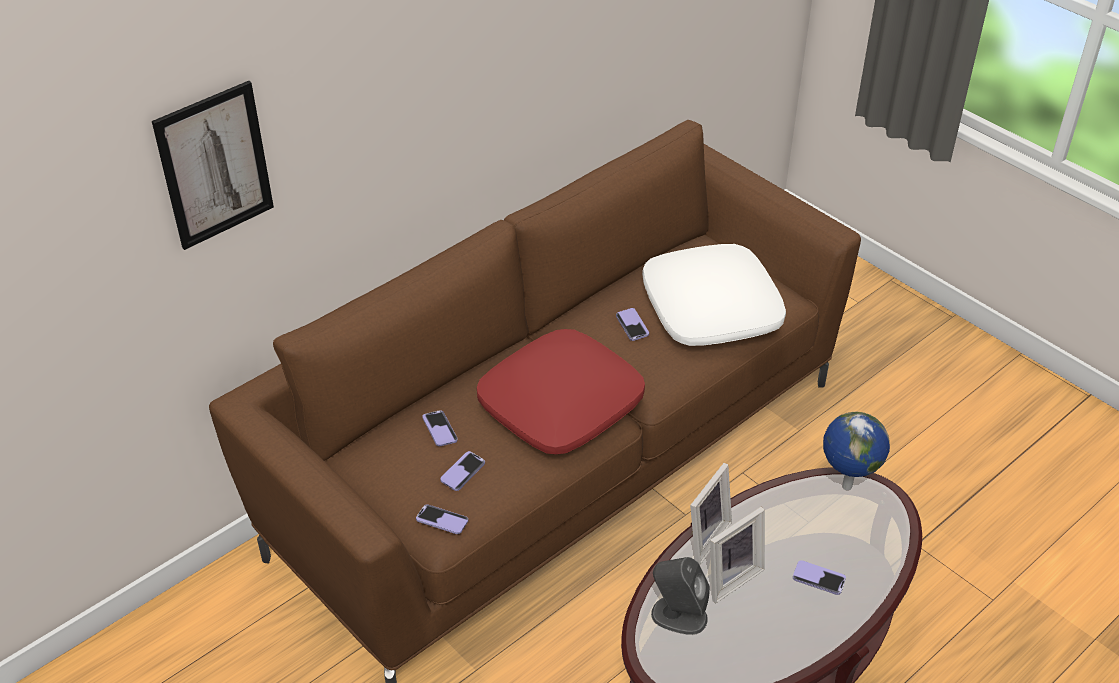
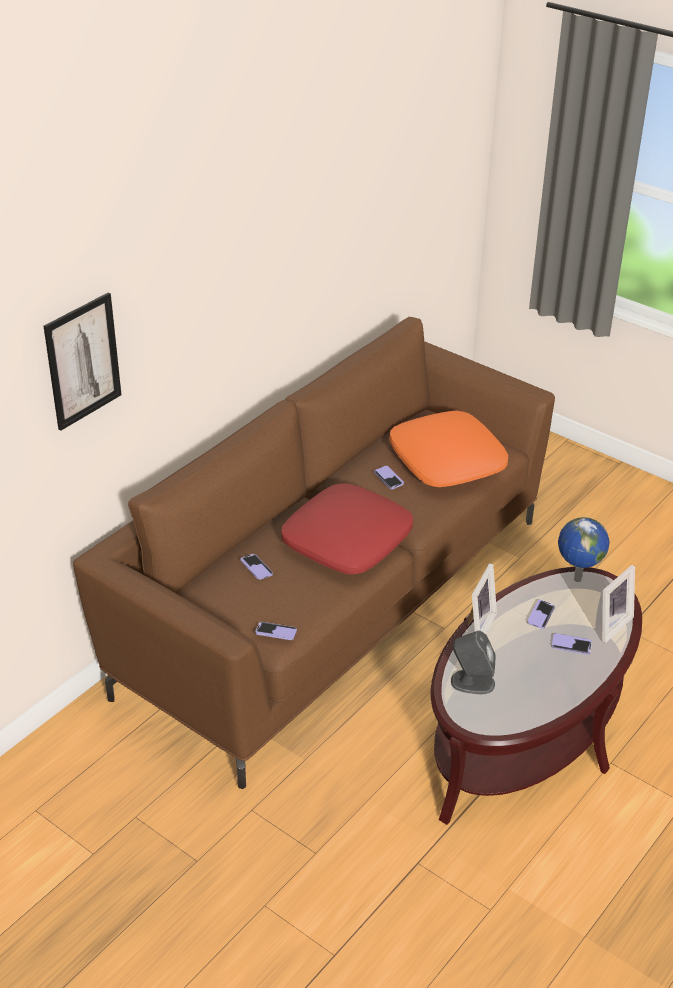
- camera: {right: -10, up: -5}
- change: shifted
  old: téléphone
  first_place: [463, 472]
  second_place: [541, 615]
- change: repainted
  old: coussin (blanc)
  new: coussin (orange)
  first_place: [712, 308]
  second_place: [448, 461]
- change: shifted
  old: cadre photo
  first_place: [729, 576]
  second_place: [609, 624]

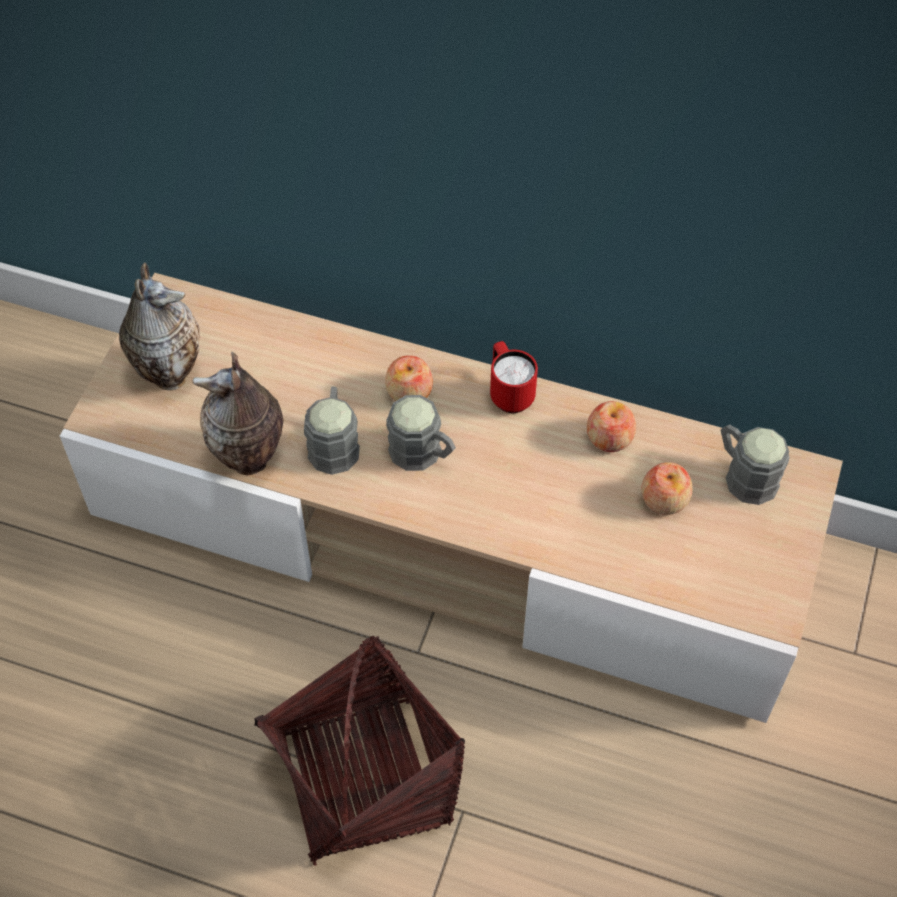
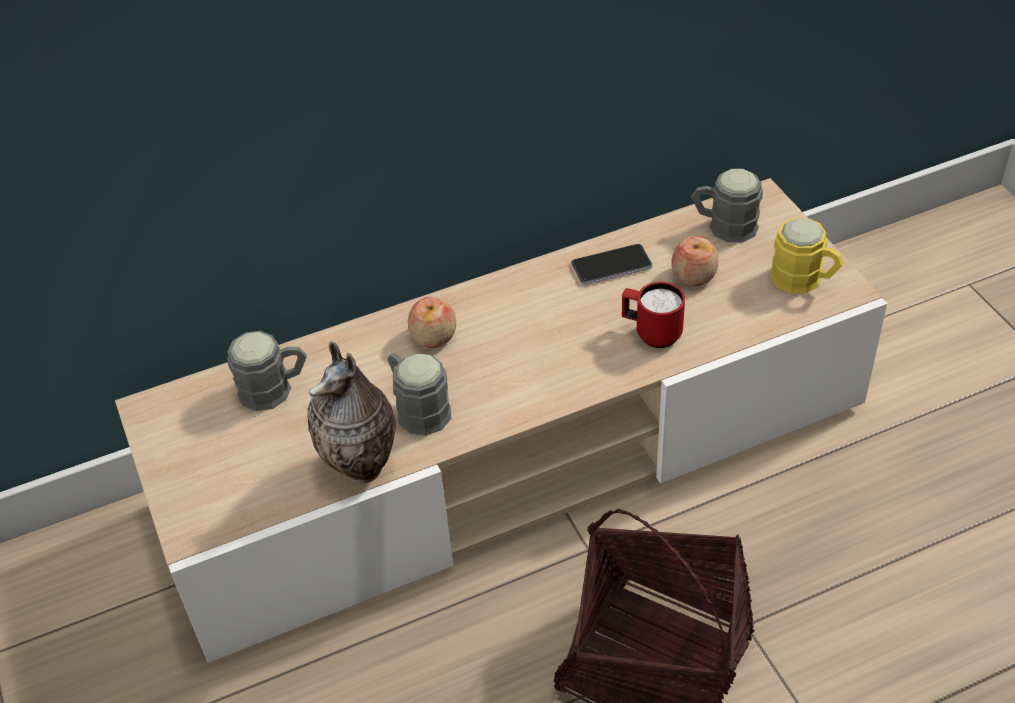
- camera: {right: -40, up: -10}
- change: gone
  old: vase
  first_place: [169, 372]
- change: shifted
  old: mug (gris)
  first_place: [423, 454]
  second_place: [275, 389]
- change: shifted
  old: mug (rouge)
  first_place: [509, 393]
  second_place: [651, 333]
- change: swapped
  old: pomme
  new: téléphone
  first_place: [609, 438]
  second_place: [611, 265]
- change: new
  new: mug (jaune)
  second_place: [804, 280]

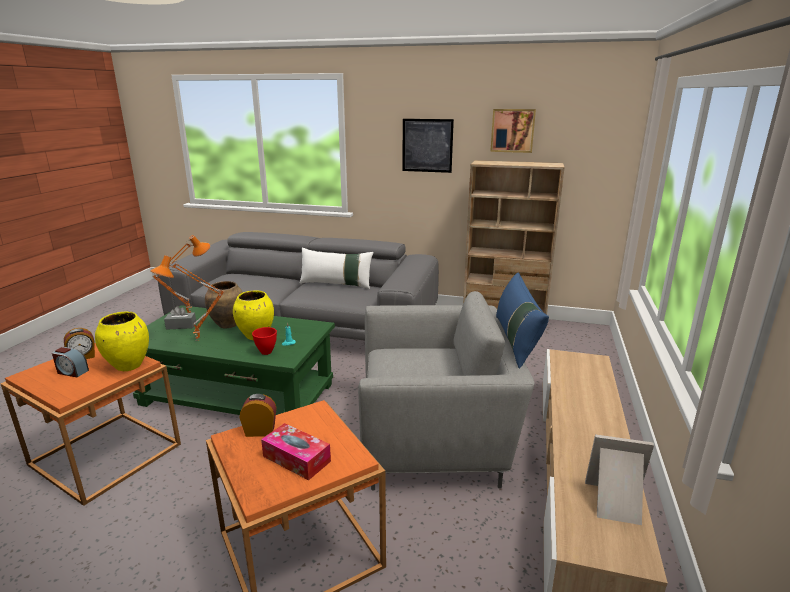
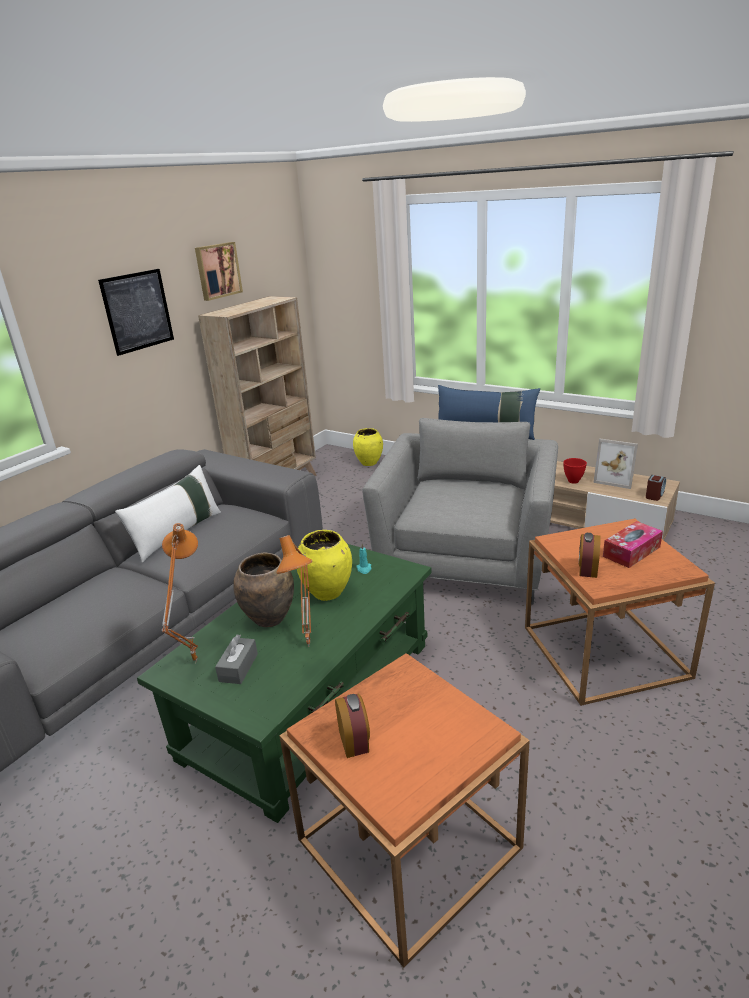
- camera: {right: -70, up: 5}
- change: shifted
  old: réveil
  first_place: [72, 372]
  second_place: [654, 495]
- change: shifted
  old: vase (jaune)
  first_place: [129, 366]
  second_place: [369, 463]
- change: shifted
  old: bol (rouge)
  first_place: [266, 352]
  second_place: [574, 481]
- change: rotated
  old: cadre photo
  first_place: [615, 503]
  second_place: [616, 479]
  degrees: -90

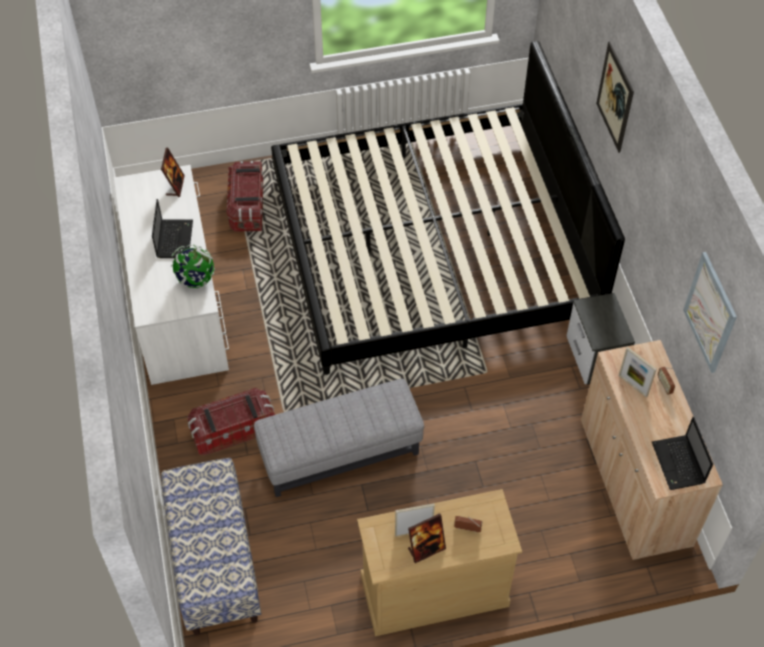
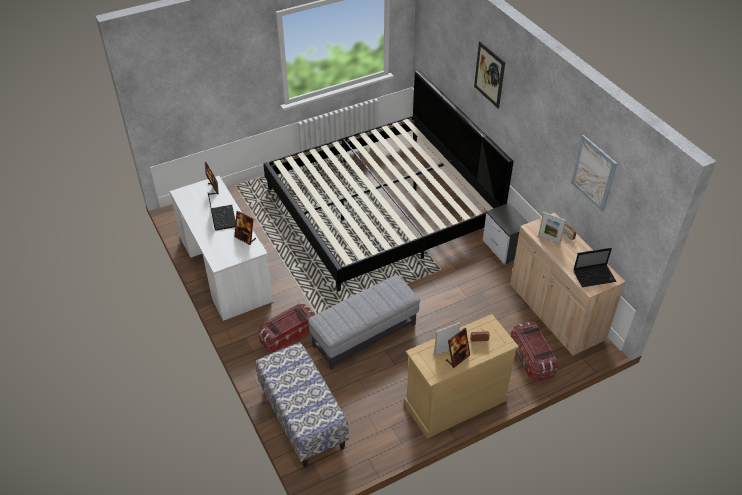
- camera: {right: -15, up: -10}
- change: swapped
  old: globe
  new: cadre photo
  first_place: [195, 280]
  second_place: [245, 238]
- change: shifted
  old: boîte de rangement
  first_place: [247, 207]
  second_place: [531, 359]
- change: rotated
  old: ordinateur portable
  first_place: [679, 464]
  second_place: [595, 276]
  degrees: -75

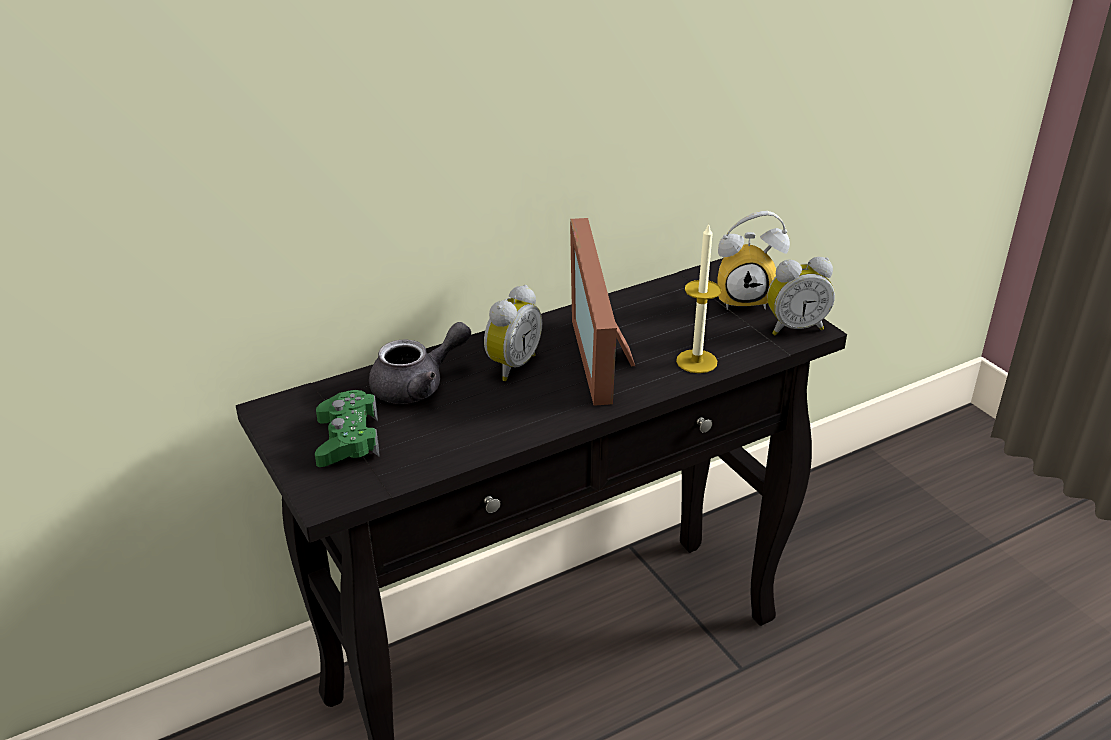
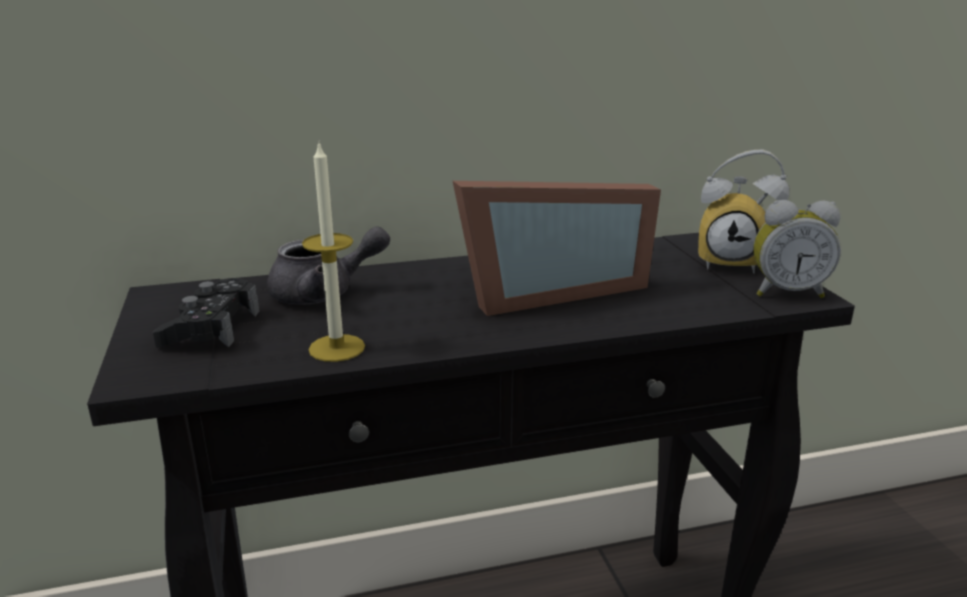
- camera: {right: 15, up: -10}
- change: repainted
  old: manette (vert)
  new: manette (noir)
  first_place: [347, 439]
  second_place: [211, 328]
- change: gone
  old: réveil
  first_place: [510, 365]
- change: rotated
  old: cadre photo
  first_place: [606, 354]
  second_place: [547, 291]
  degrees: -120
- change: shifted
  old: bougie
  first_place: [696, 361]
  second_place: [337, 348]

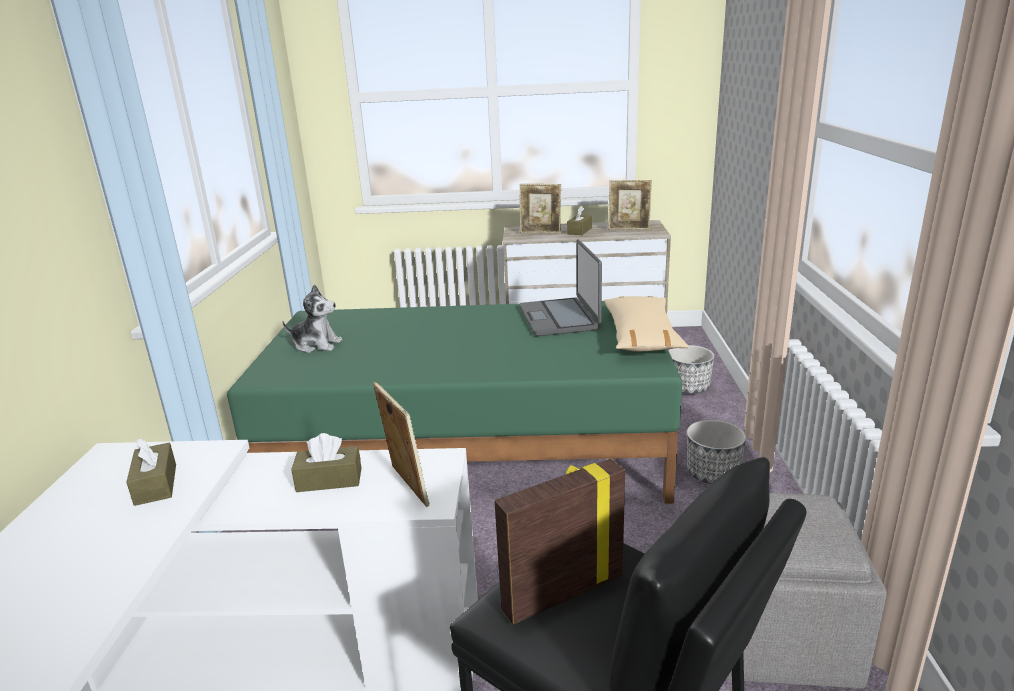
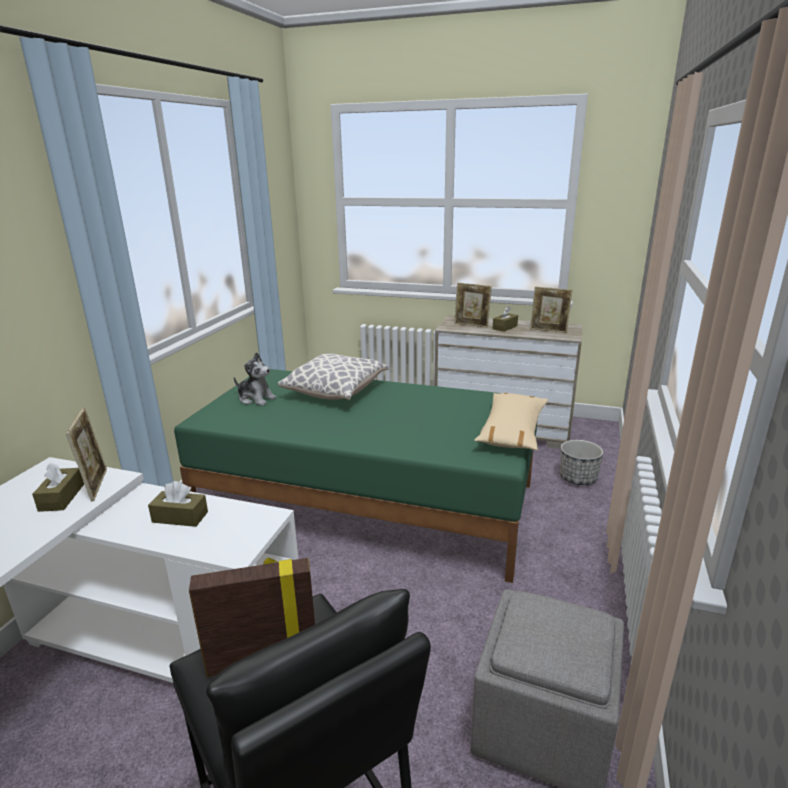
- camera: {right: 15, up: 0}
- change: shifted
  old: cadre photo
  first_place: [406, 486]
  second_place: [96, 485]
- change: gone
  old: ordinateur portable
  first_place: [559, 318]
- change: gone
  old: cache-pot
  first_place: [713, 474]
- change: new
  new: coussin
  second_place: [335, 392]

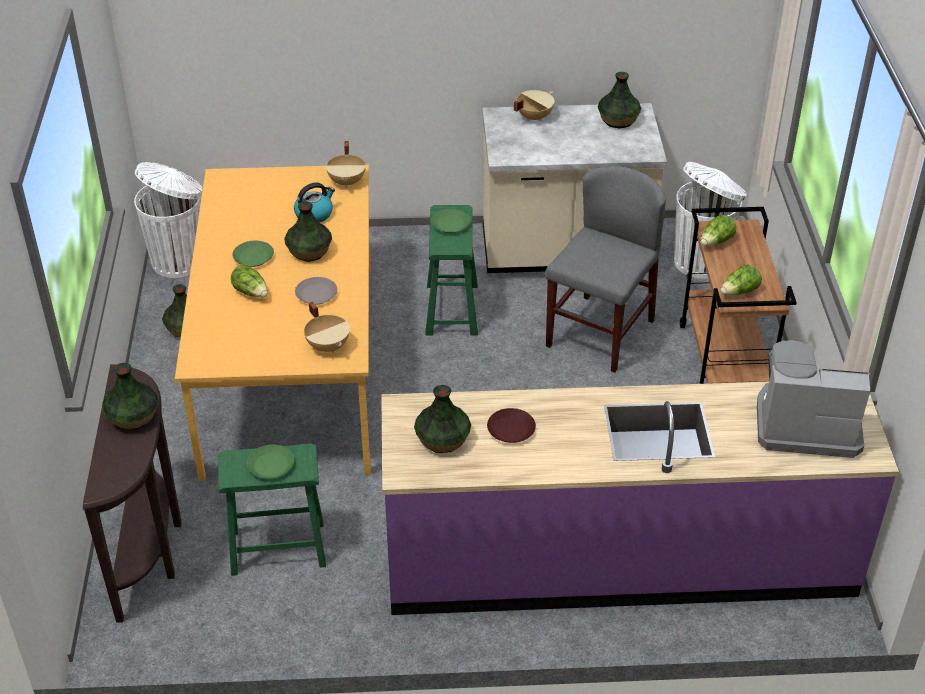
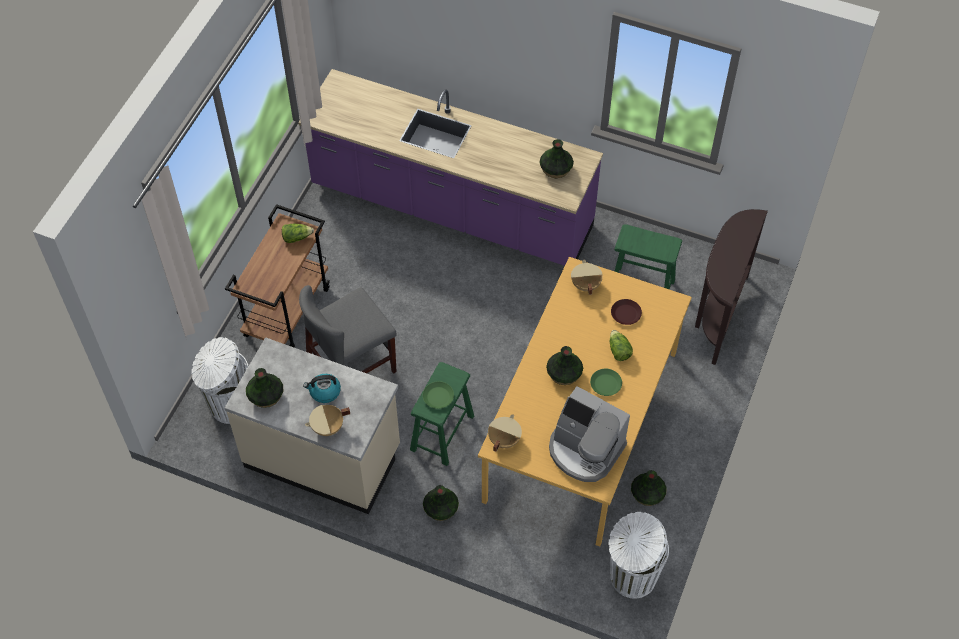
- camera: {right: -155, up: 15}
- change: shifted
  old: vase
  first_place: [133, 417]
  second_place: [441, 508]
- change: gone
  old: assiette (vert)
  first_place: [270, 466]
- change: shifted
  old: bouilloire
  first_place: [314, 214]
  second_place: [324, 392]
- change: gone
  old: assiette (gris)
  first_place: [316, 294]
- change: shifted
  old: assiette (marron)
  first_place: [510, 430]
  second_place: [626, 314]
- change: gone
  old: laitue
  first_place: [716, 242]
- change: shifted
  old: machine à café
  first_place: [805, 424]
  second_place: [585, 450]

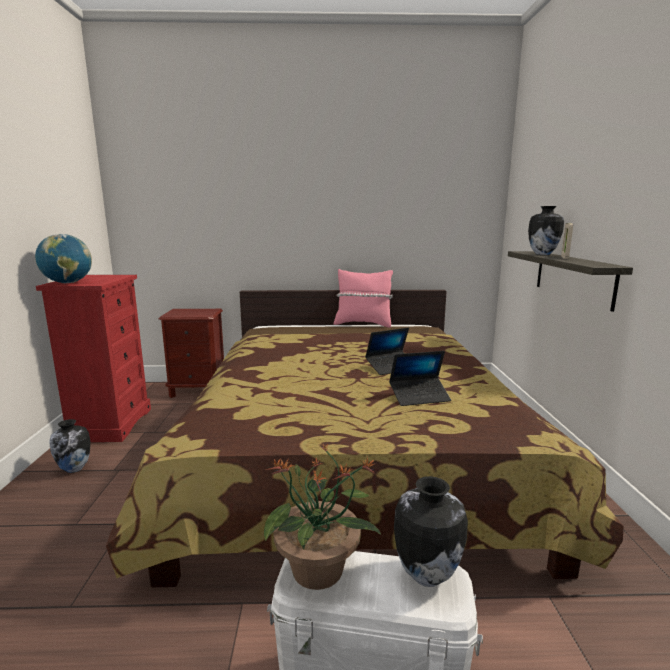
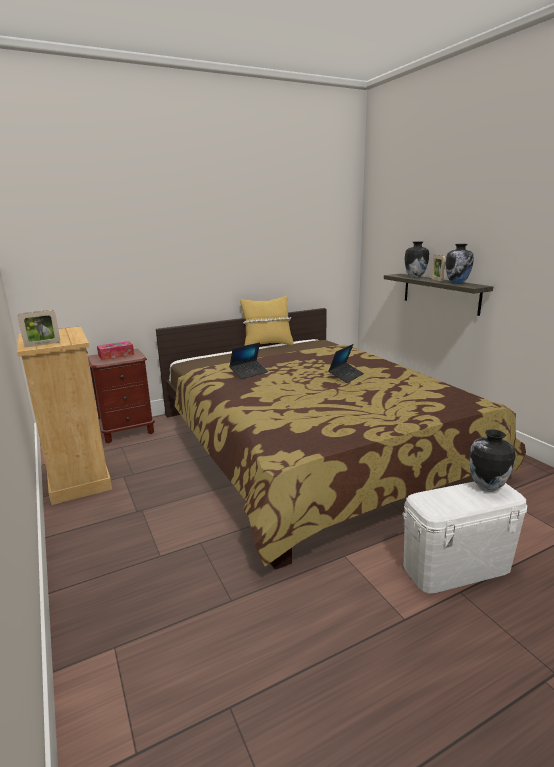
- camera: {right: -25, up: 5}
- change: swapped
  old: globe
  new: cadre photo
  first_place: [68, 283]
  second_place: [42, 344]
- change: repainted
  old: commode (rouge)
  new: commode (beige)
  first_place: [110, 424]
  second_place: [78, 479]
- change: shifted
  old: vase
  first_place: [74, 469]
  second_place: [457, 283]
- change: gone
  old: plante en pot
  first_place: [319, 570]
- change: repainted
  old: coussin (rose)
  new: coussin (jaune)
  first_place: [363, 324]
  second_place: [267, 345]
- change: shifted
  old: ordinateur portable
  first_place: [419, 397]
  second_place: [249, 373]
- change: new
  new: boîte à mouchoirs
  second_place: [116, 355]

